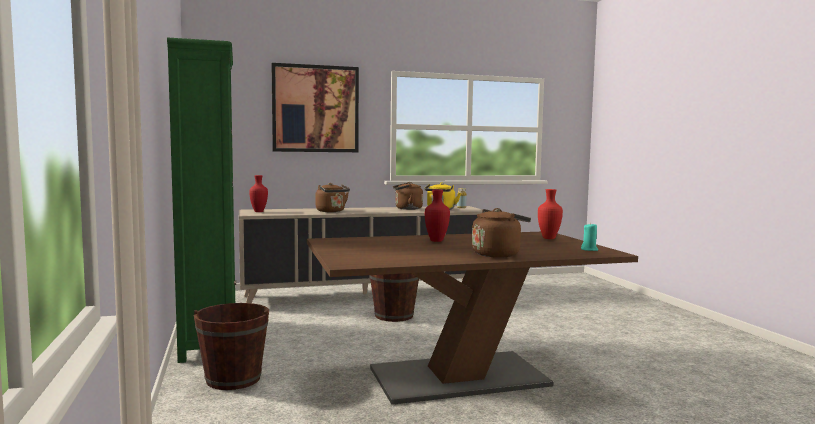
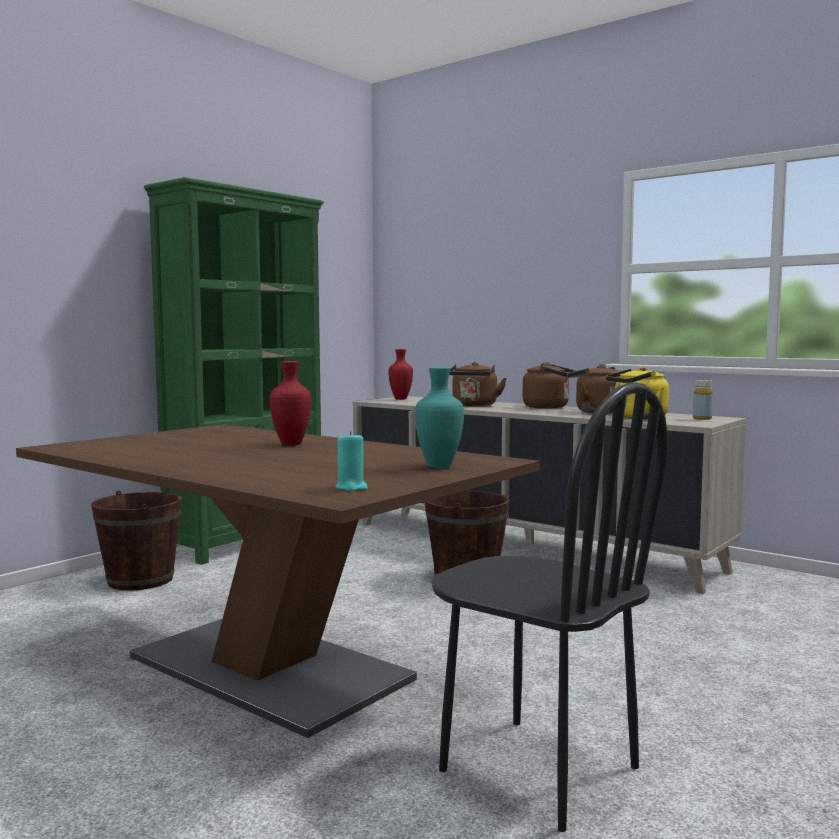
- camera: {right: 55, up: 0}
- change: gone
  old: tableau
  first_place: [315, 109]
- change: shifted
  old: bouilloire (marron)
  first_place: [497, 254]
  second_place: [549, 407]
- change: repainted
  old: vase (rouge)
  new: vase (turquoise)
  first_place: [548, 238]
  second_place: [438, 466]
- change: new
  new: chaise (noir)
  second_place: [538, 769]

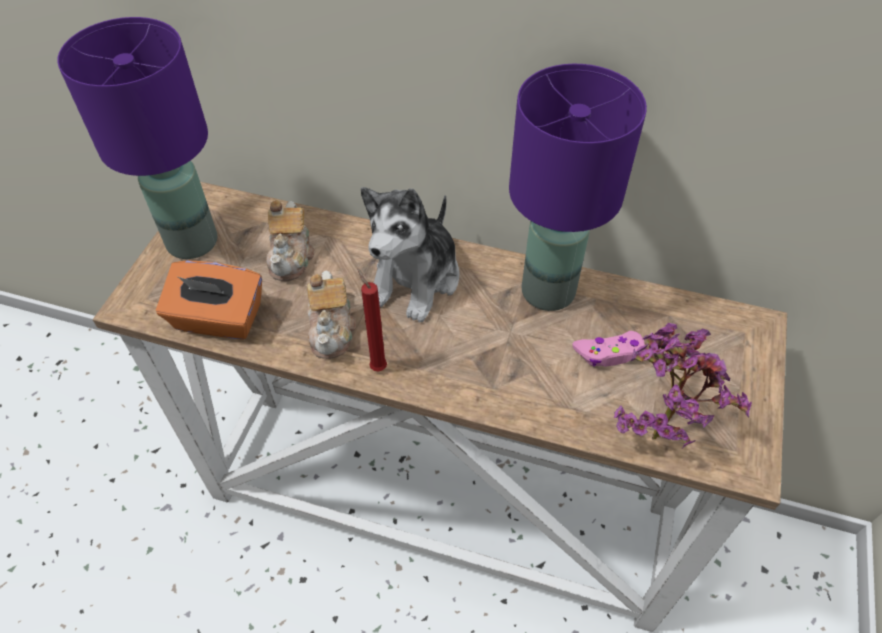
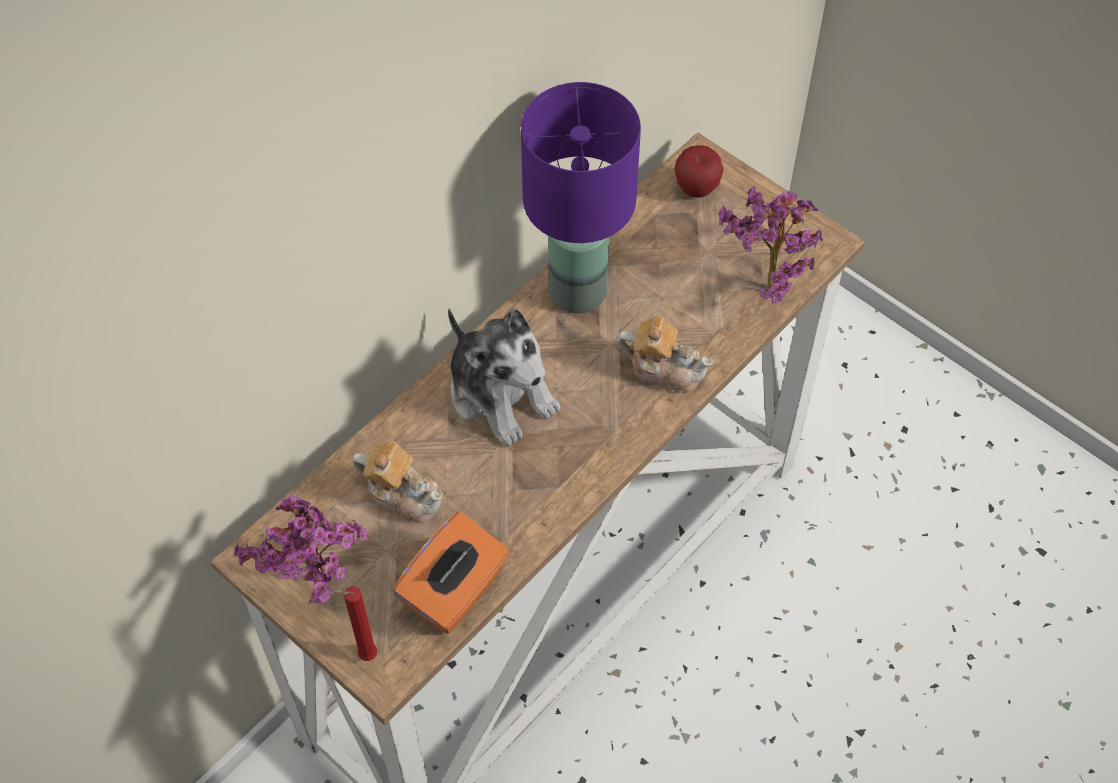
- camera: {right: -65, up: 5}
- change: swapped
  old: lampe de table (violet)
  new: plante en pot
  first_place: [193, 241]
  second_place: [318, 587]
- change: shifted
  old: théière
  first_place: [332, 330]
  second_place: [664, 369]
- change: shifted
  old: bougie (rouge)
  first_place: [377, 366]
  second_place: [364, 656]
- change: gone
  old: manette (rose)
  first_place: [609, 353]
- change: new
  new: pomme
  second_place: [696, 189]

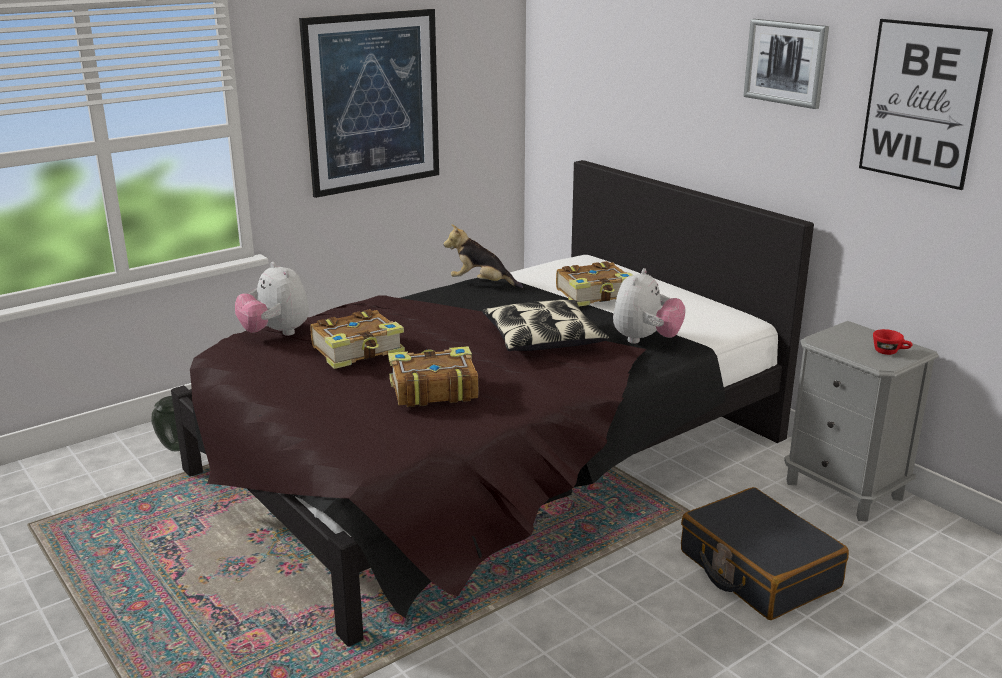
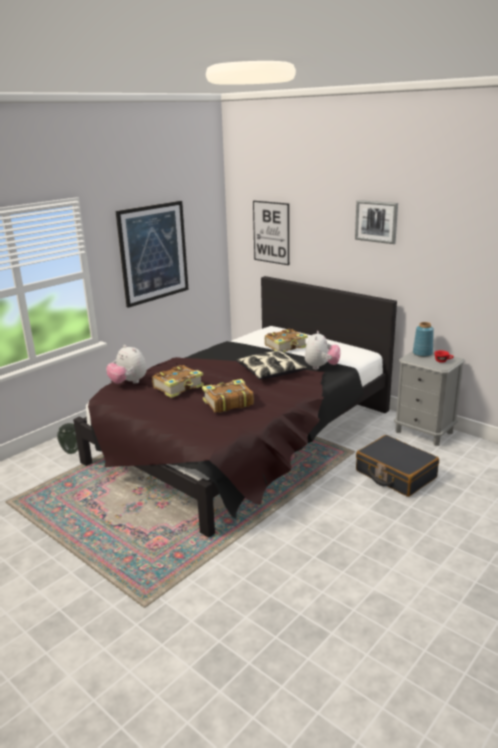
- camera: {right: -10, up: 0}
- change: gone
  old: peluche
  first_place: [481, 284]
- change: shifted
  old: tableau
  first_place: [922, 103]
  second_place: [271, 232]
- change: new
  new: vase (bleu)
  second_place: [422, 353]

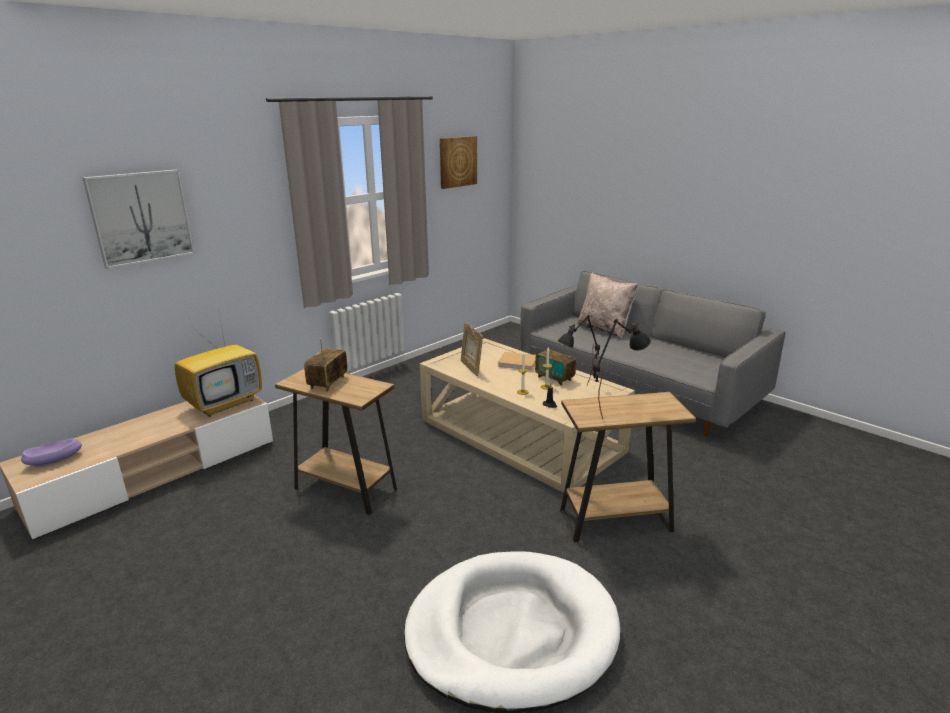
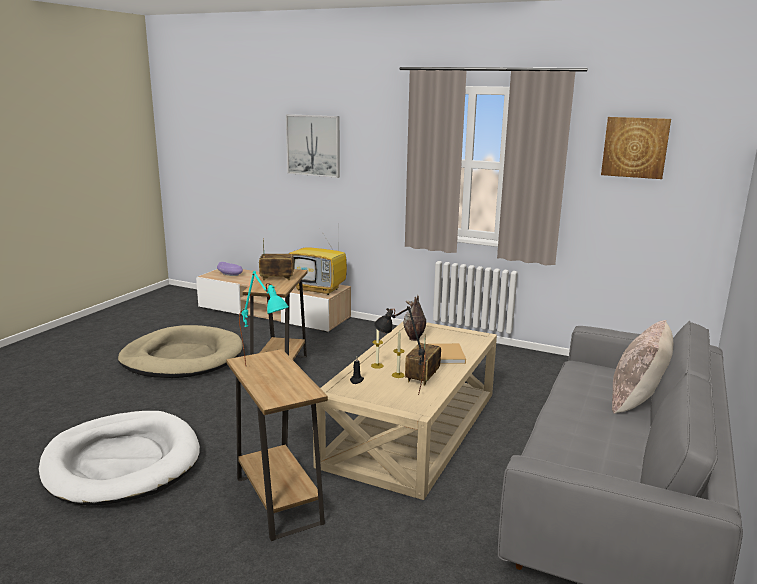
- camera: {right: 70, up: -5}
- change: swapped
  old: cadre photo
  new: vase
  first_place: [471, 368]
  second_place: [414, 338]
- change: repainted
  old: lampe de table (noir)
  new: lampe de table (turquoise)
  first_place: [615, 410]
  second_place: [266, 371]
- change: new
  new: panier pour chien (beige)
  second_place: [182, 358]

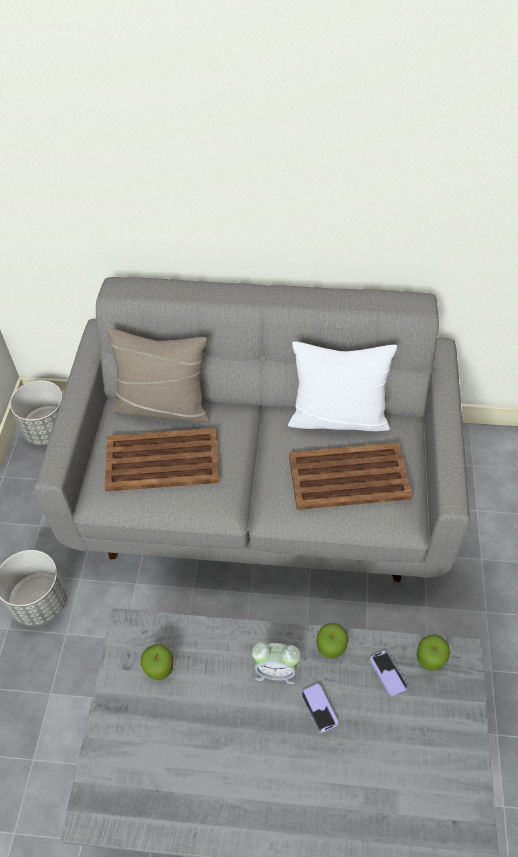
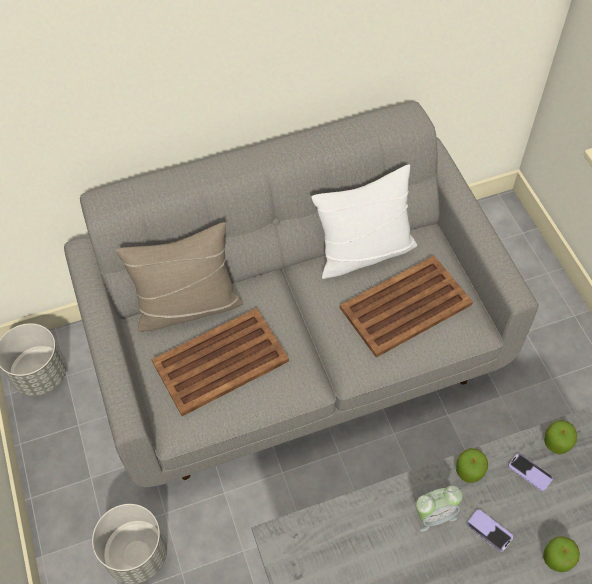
- camera: {right: -25, up: 5}
- change: shifted
  old: pomme
  first_place: [159, 667]
  second_place: [557, 558]

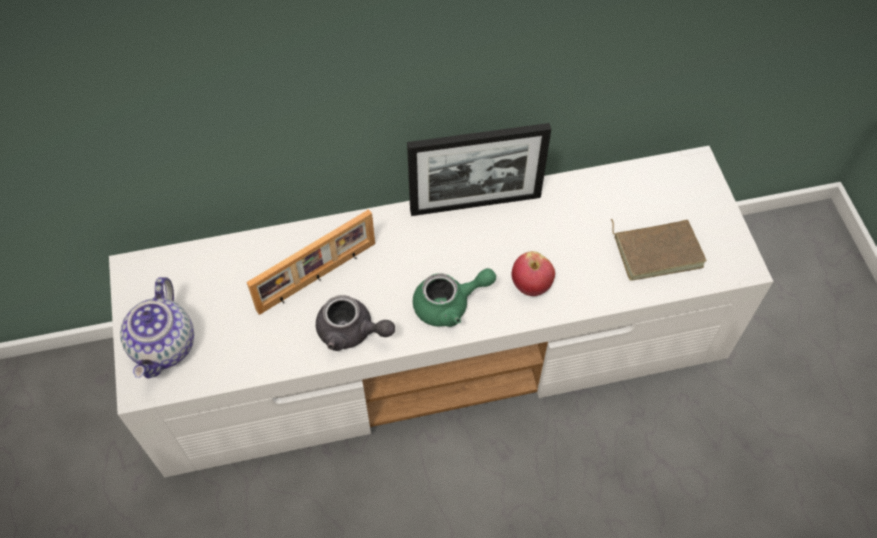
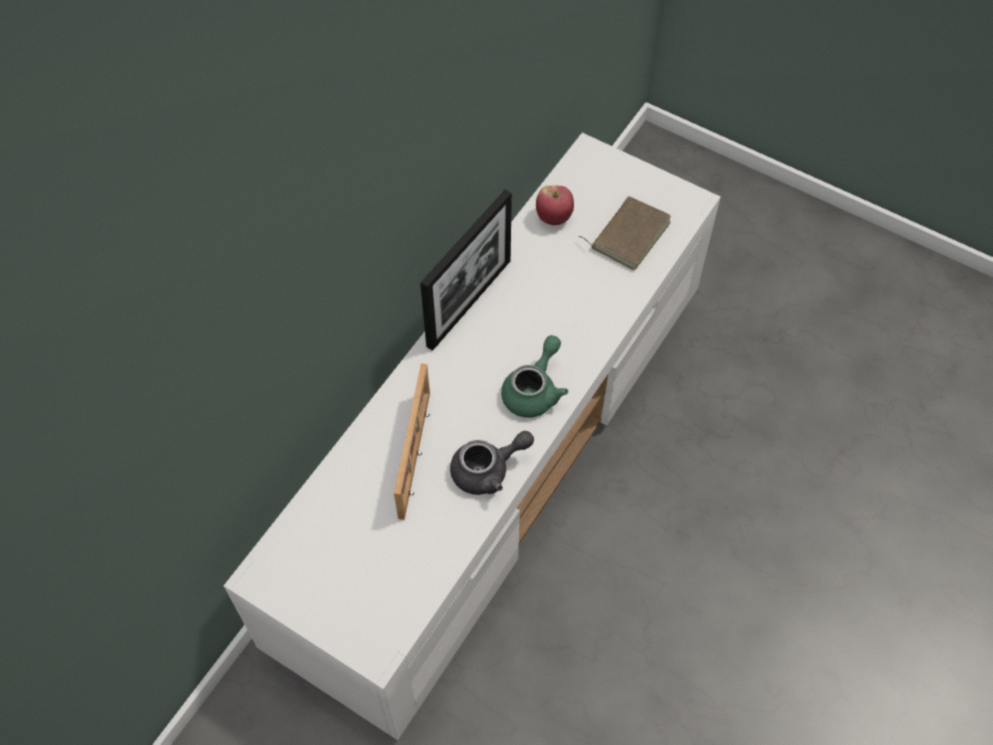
- camera: {right: -45, up: 0}
- change: gone
  old: théière
  first_place: [165, 346]
- change: shifted
  old: pomme
  first_place: [531, 285]
  second_place: [554, 217]

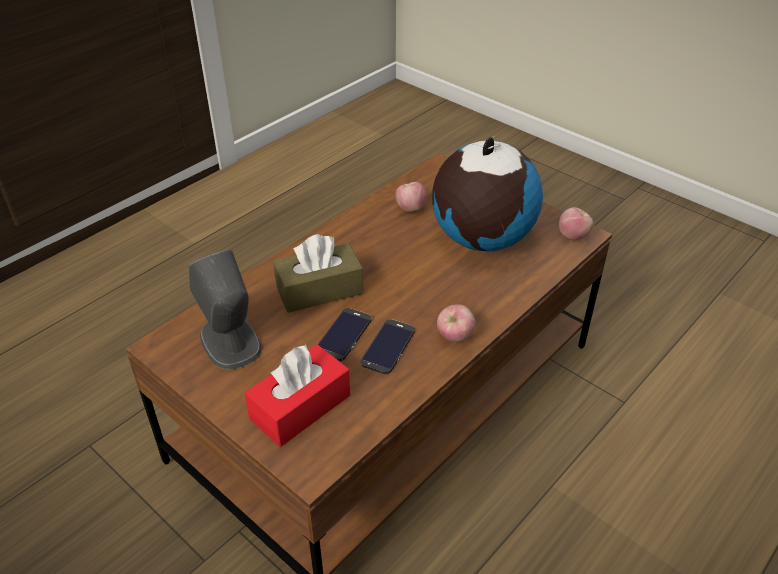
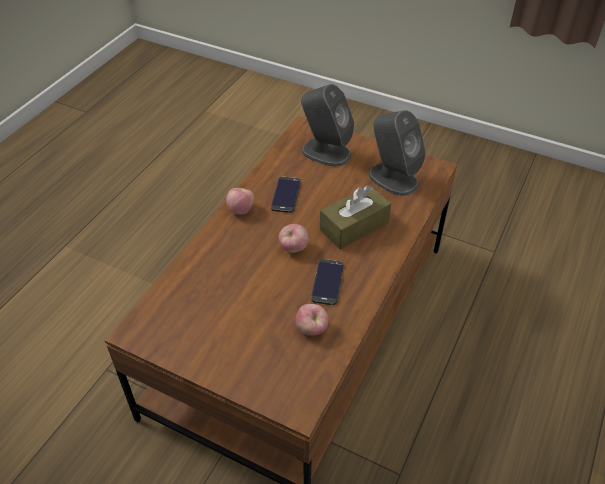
- camera: {right: 165, up: 5}
- change: swapped
  old: boîte à mouchoirs (rouge)
  new: enceinte (gris)
  first_place: [300, 407]
  second_place: [325, 152]
- change: shifted
  old: téléphone
  first_place: [344, 334]
  second_place: [327, 282]
- change: gone
  old: globe
  first_place: [481, 239]
- change: shifted
  old: pomme
  first_place: [573, 236]
  second_place: [293, 248]

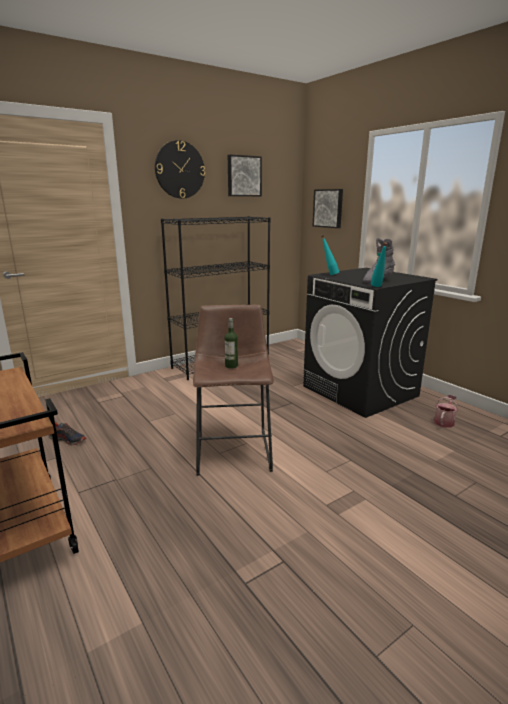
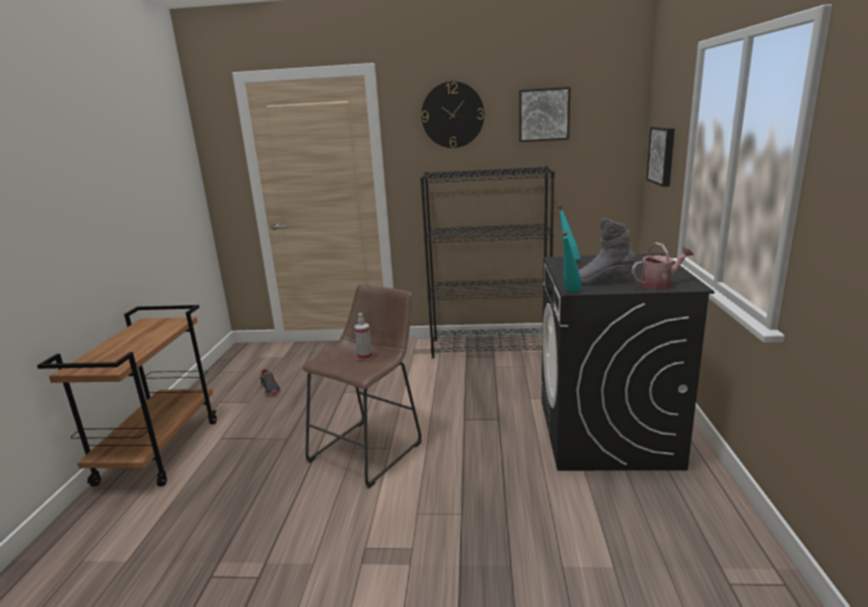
- camera: {right: 40, up: 0}
- change: swapped
  old: bouteille
  new: vaporisateur
  first_place: [231, 366]
  second_place: [365, 357]
- change: shifted
  old: arrosoir
  first_place: [444, 421]
  second_place: [659, 284]

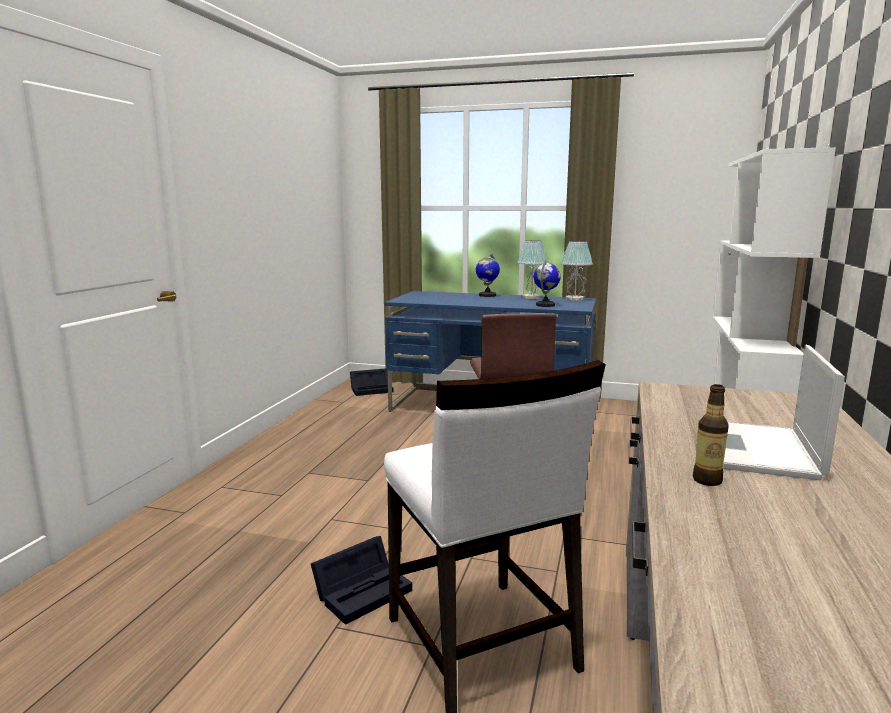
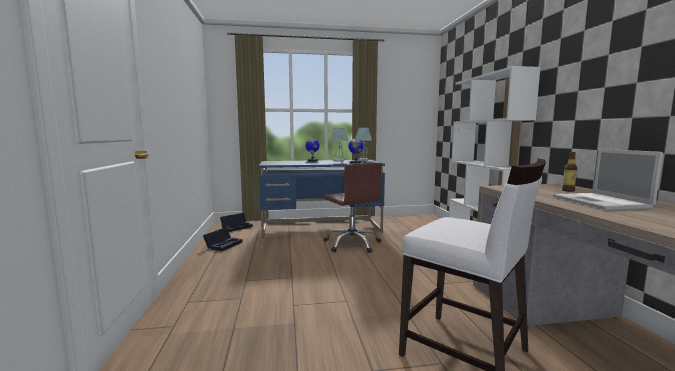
- camera: {right: -25, up: -5}
- change: shifted
  old: boîte de rangement (noir)
  first_place: [364, 591]
  second_place: [224, 244]
- change: shifted
  old: bouteille
  first_place: [707, 480]
  second_place: [568, 191]

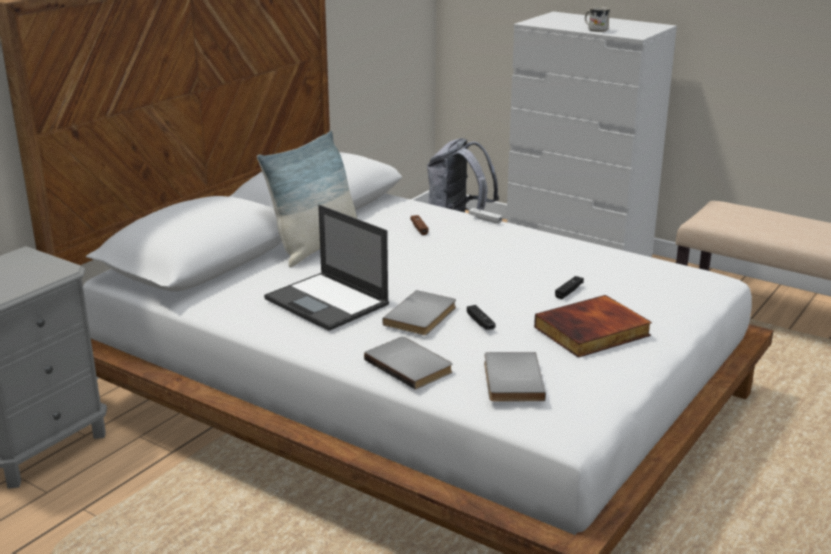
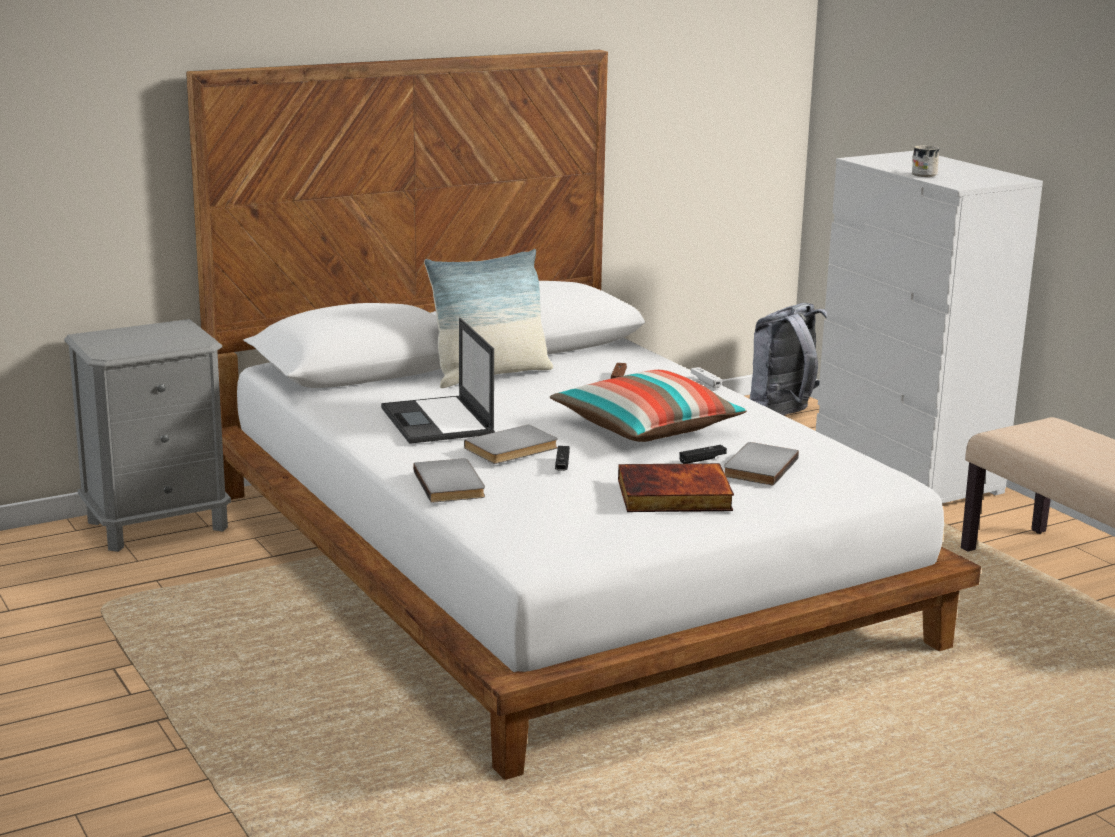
- camera: {right: 25, up: -5}
- change: shifted
  old: livre (gris)
  first_place: [510, 380]
  second_place: [757, 467]
- change: new
  new: coussin
  second_place: [646, 428]

